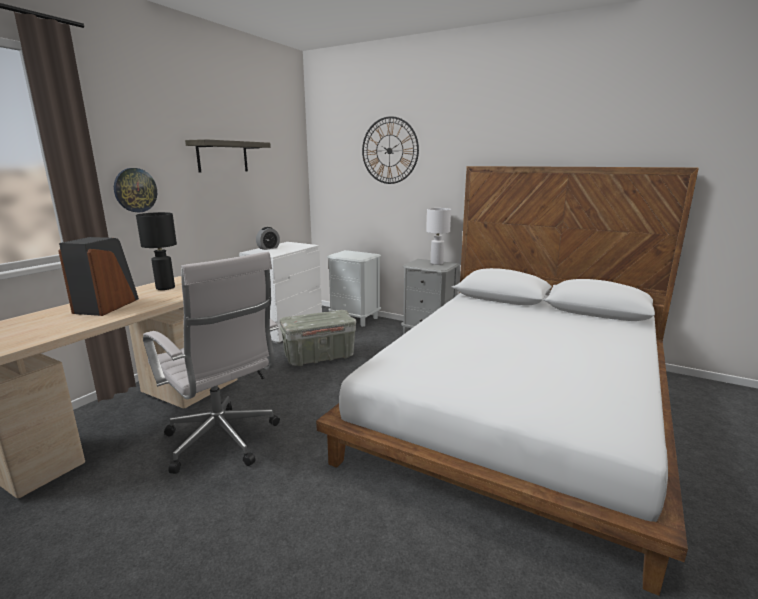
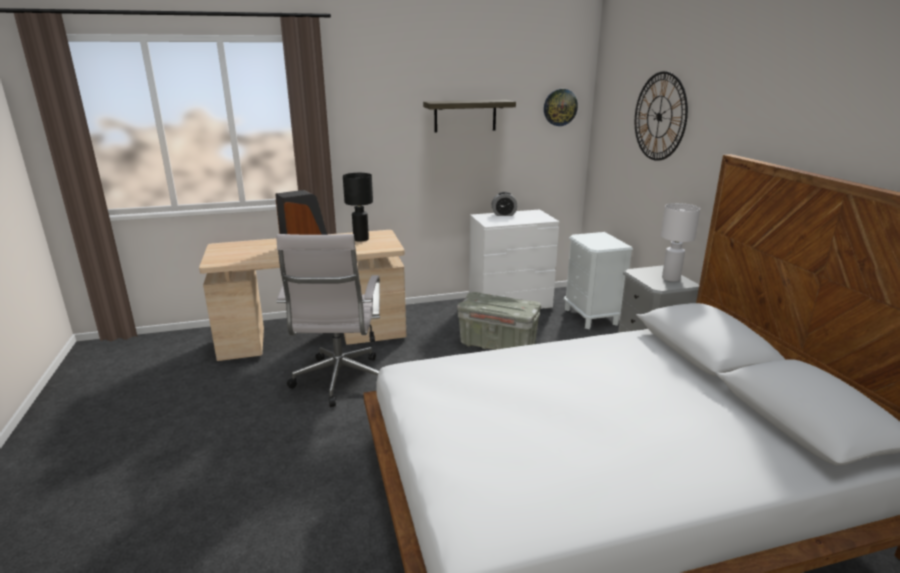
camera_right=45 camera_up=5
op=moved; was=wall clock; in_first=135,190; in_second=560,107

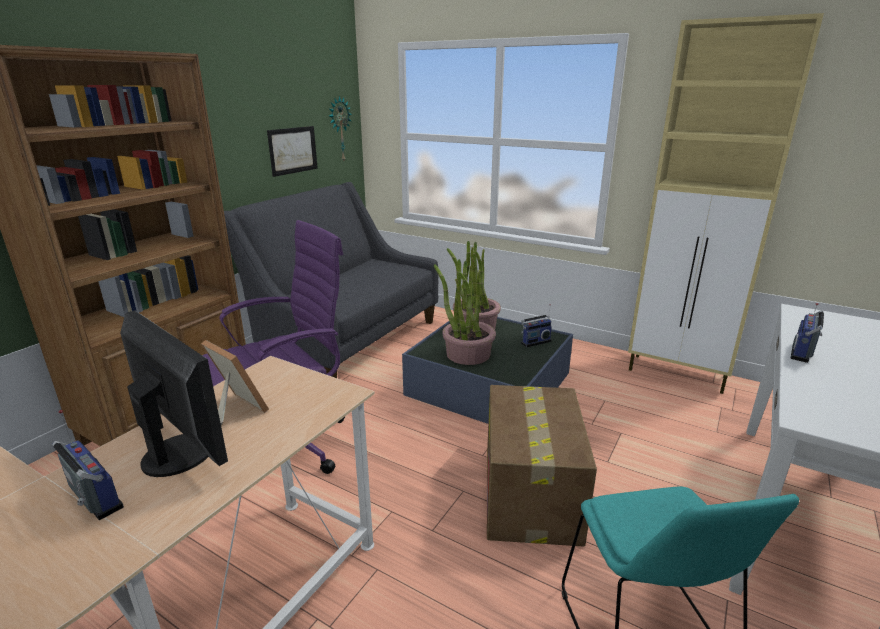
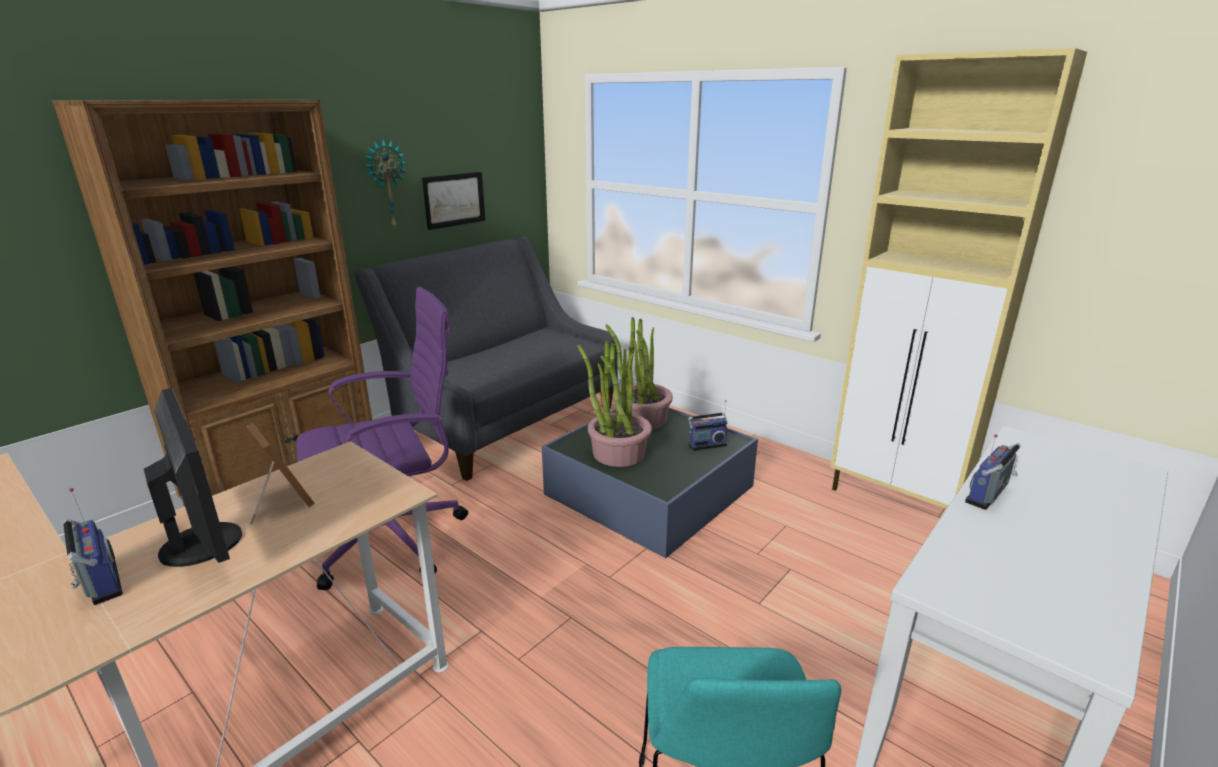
camera_right=10 camera_up=0
op=removed; was=cardboard box; in_first=531,495
op=moved; was=wall clock; in_first=339,129; in_second=386,184

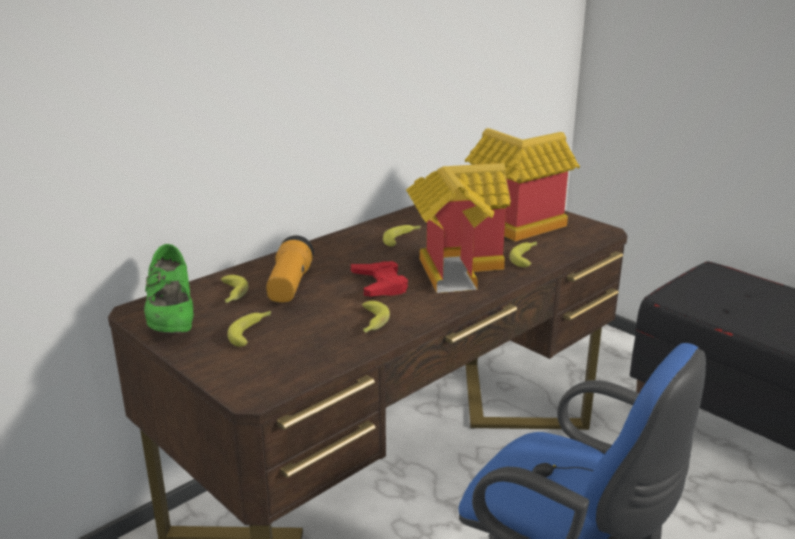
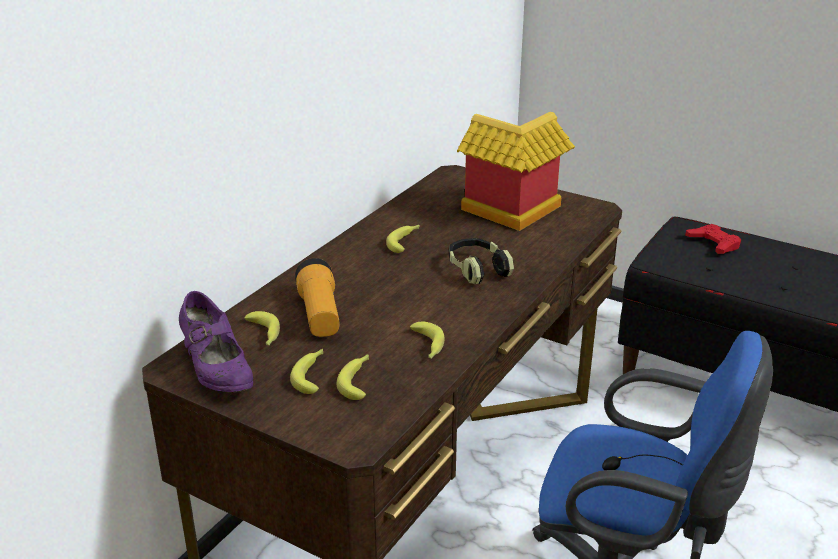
camera_right=-15 camera_up=5
op=moved; was=red game controller; in_first=380,285; in_second=713,243
op=moved; was=banana; in_first=526,257; in_second=358,380
op=replaced; was=toy house; now=headphones; in_first=456,268; in_second=477,270
op=recoloured; was=green shoe; now=purple shoe; in_first=172,319; in_second=217,372

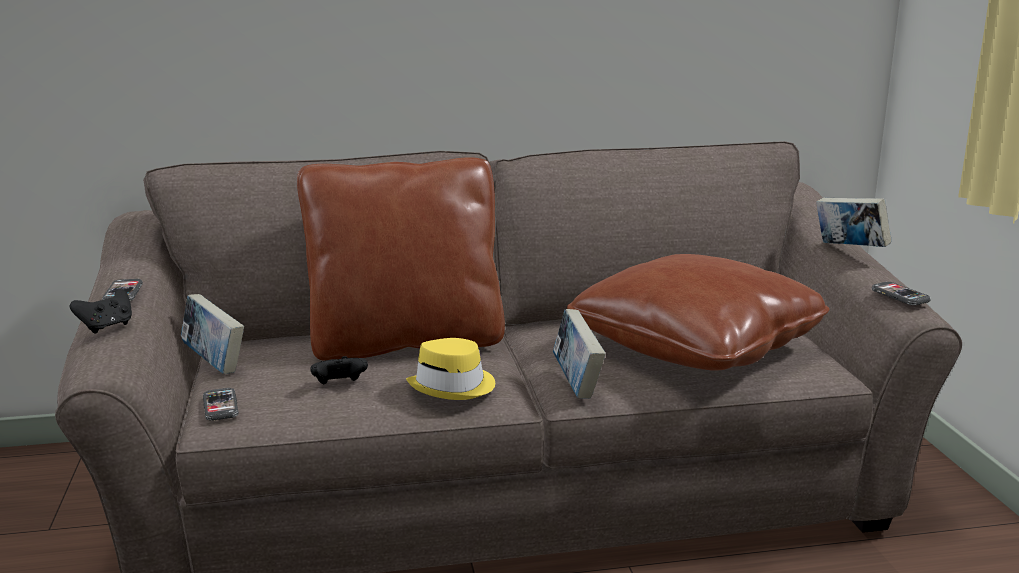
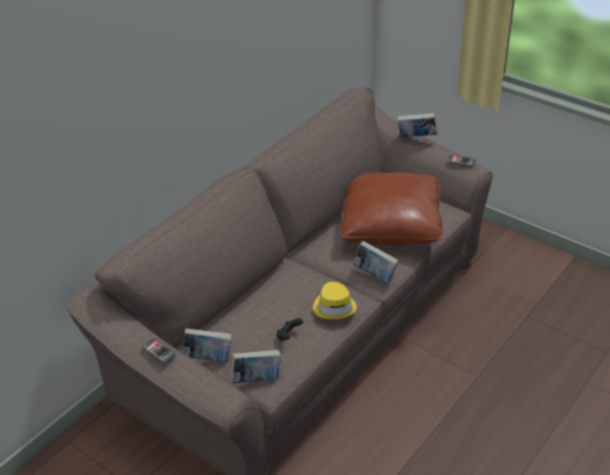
camera_right=-40 camera_up=20
op=removed; was=black game controller; in_first=107,327
op=removed; was=brown pillow; in_first=406,342
op=replaced; was=phone; now=book; in_first=220,406; in_second=257,379

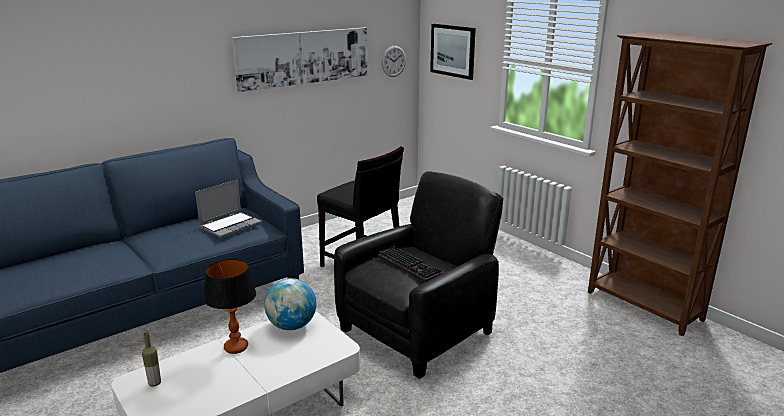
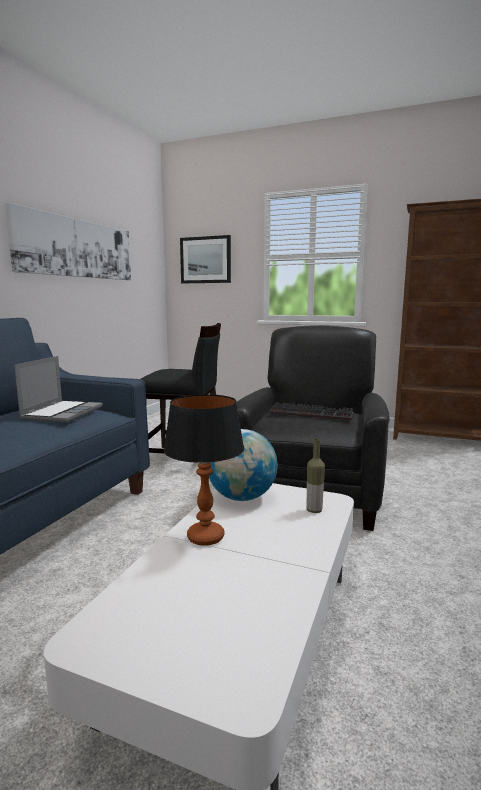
camera_right=-30 camera_up=-10
op=removed; was=wall clock; in_first=393,61
op=moved; was=bottle; in_first=154,383; in_second=314,510

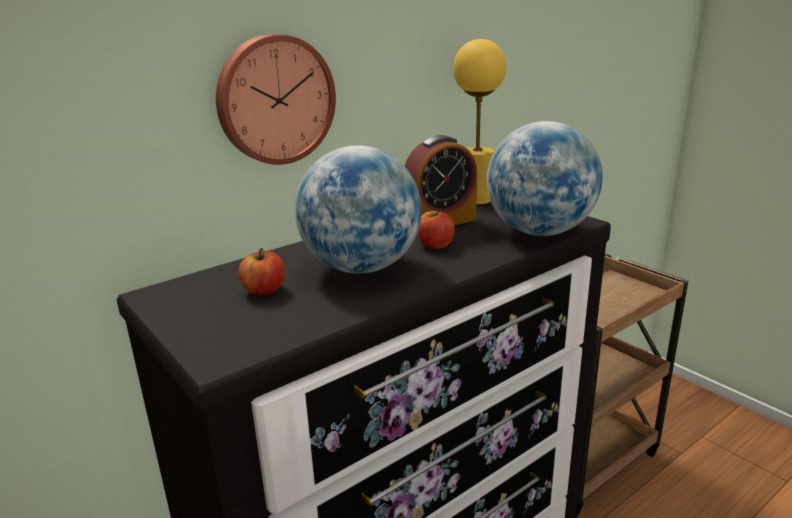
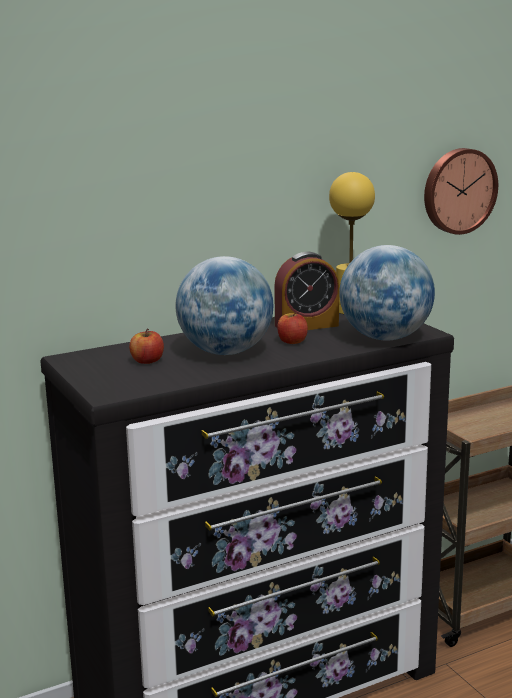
camera_right=10 camera_up=-5
op=moved; was=wall clock; in_first=274,99; in_second=458,190

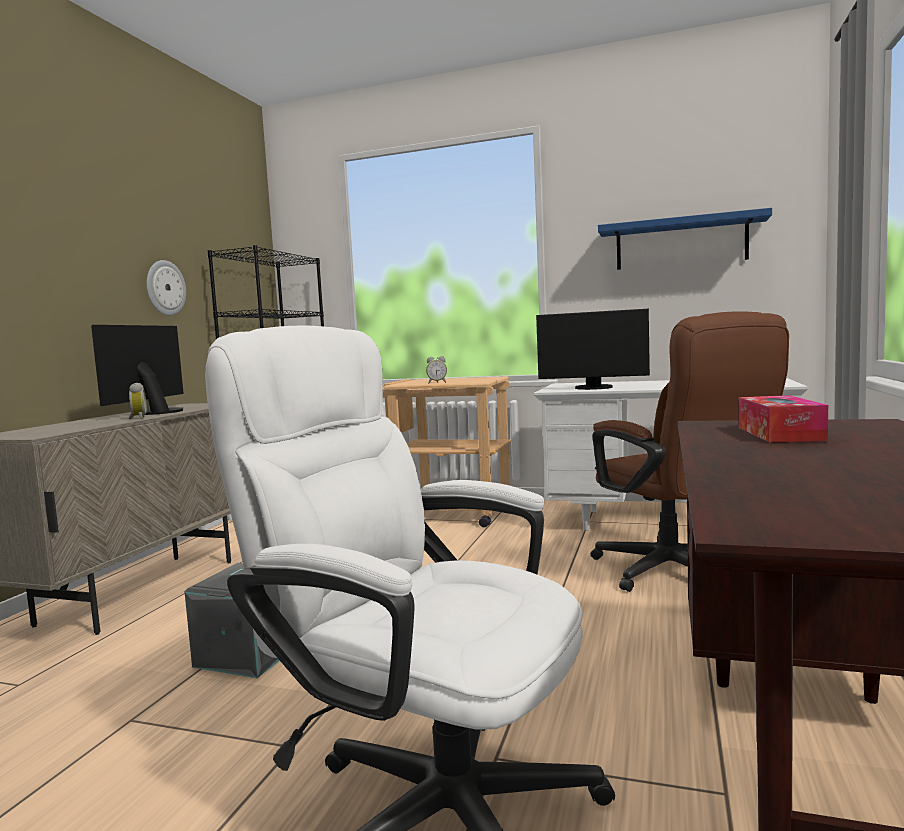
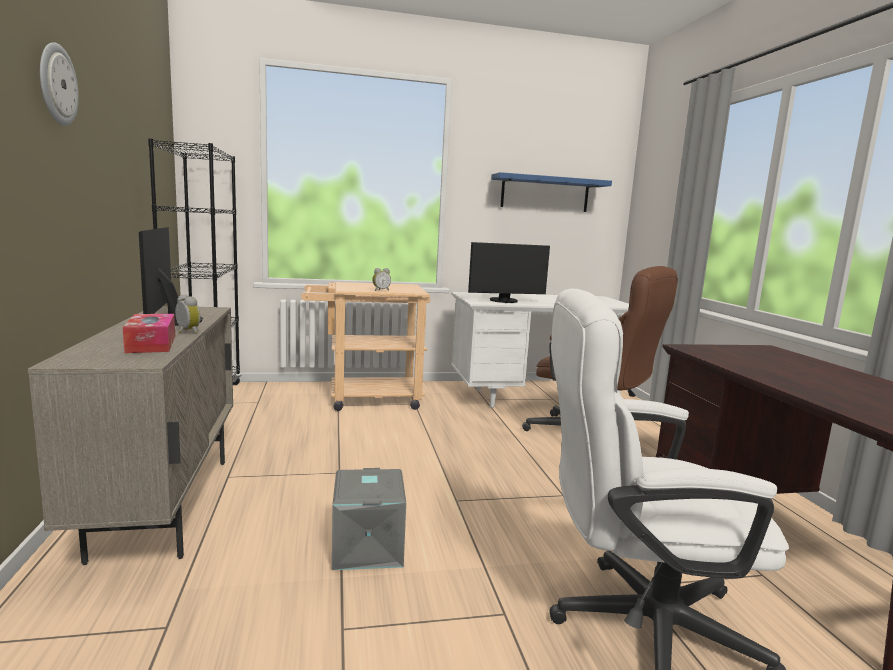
camera_right=-30 camera_up=5
op=moved; was=wall clock; in_first=165,288; in_second=56,84
op=moved; was=tissue box; in_first=779,433; in_second=151,344

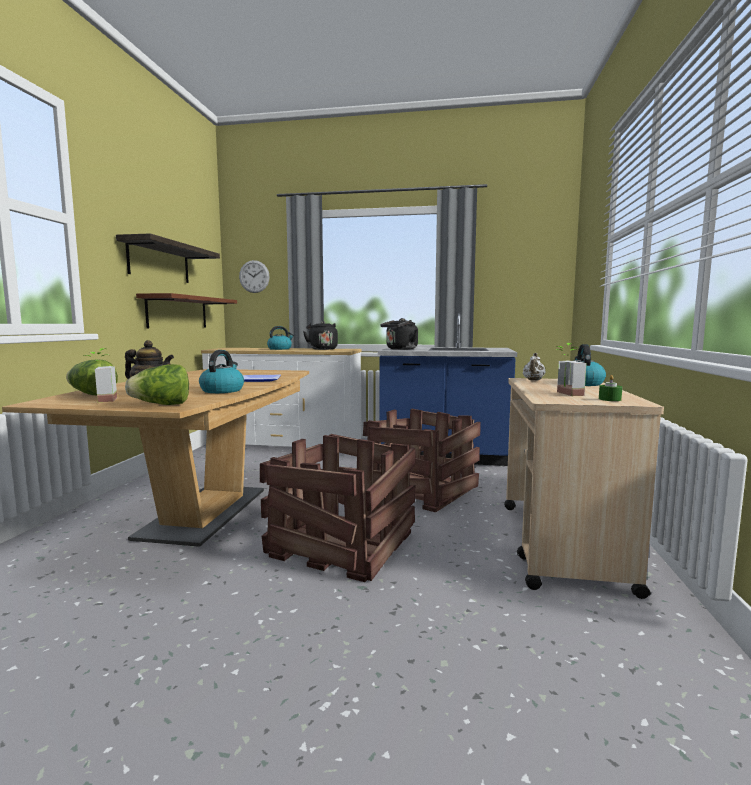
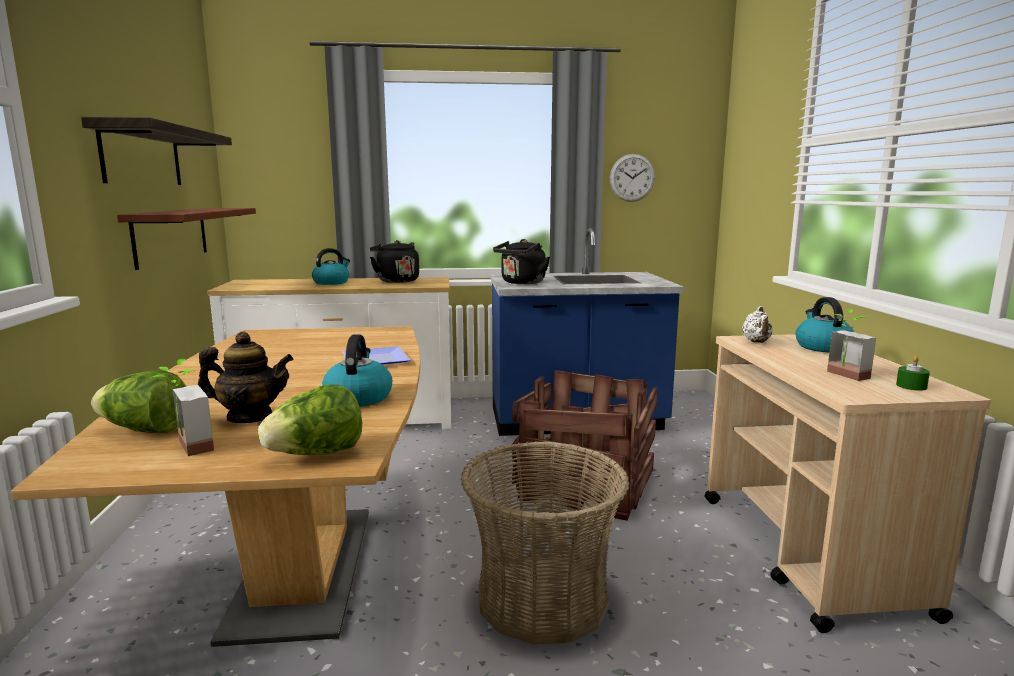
camera_right=-15 camera_up=5
op=moved; was=wall clock; in_first=254,276; in_second=632,178
op=replaced; was=crate; now=basket; in_first=340,545; in_second=542,599

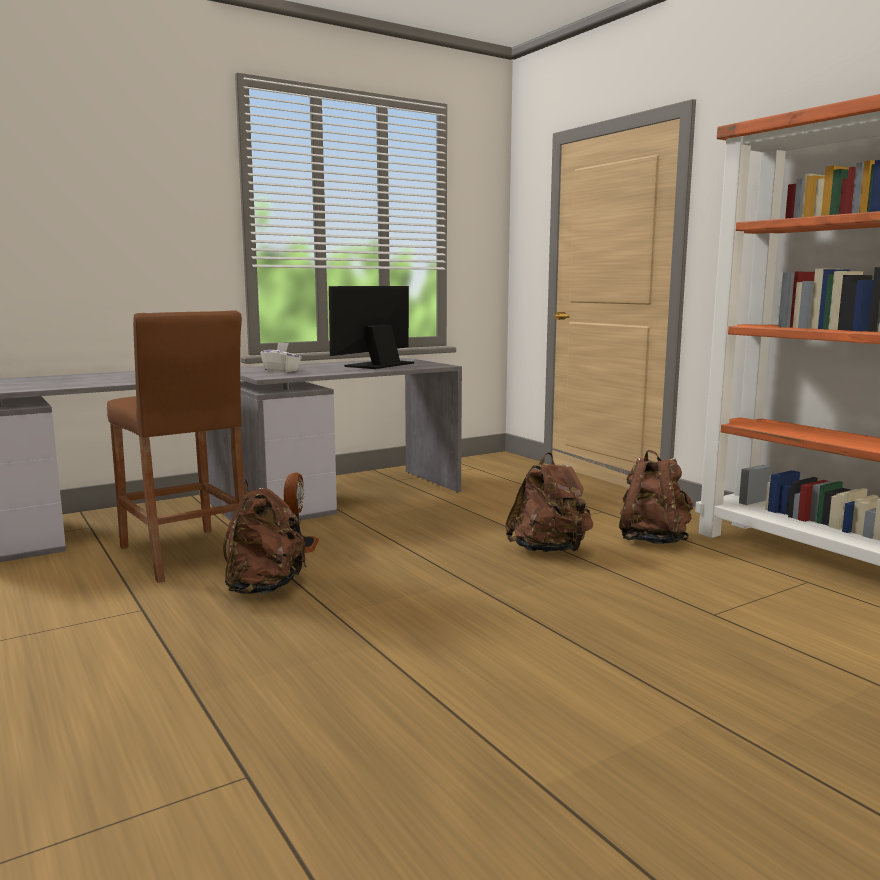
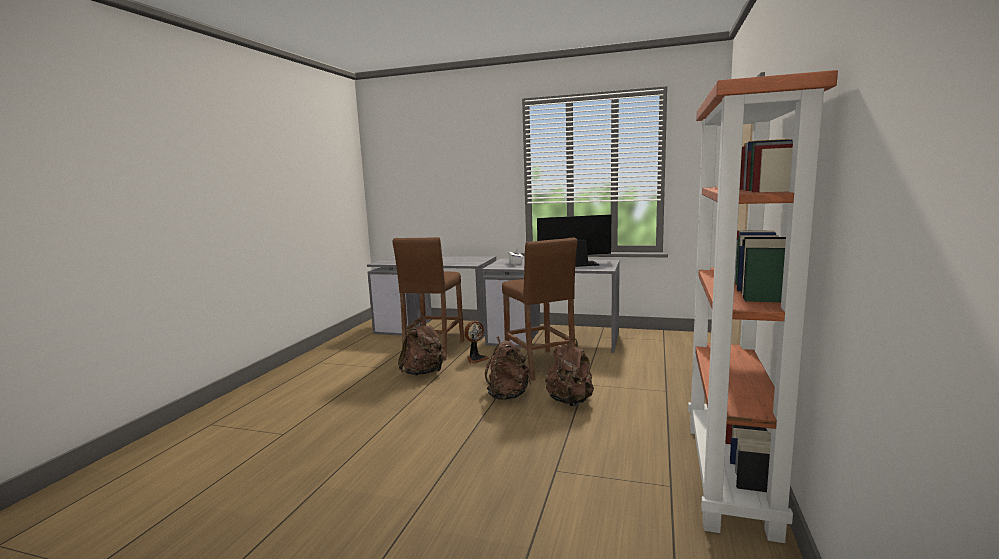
camera_right=50 camera_up=0
op=added; now=brown stool; in_second=540,365
op=moved; was=brown backpack; in_first=652,540; in_second=508,395

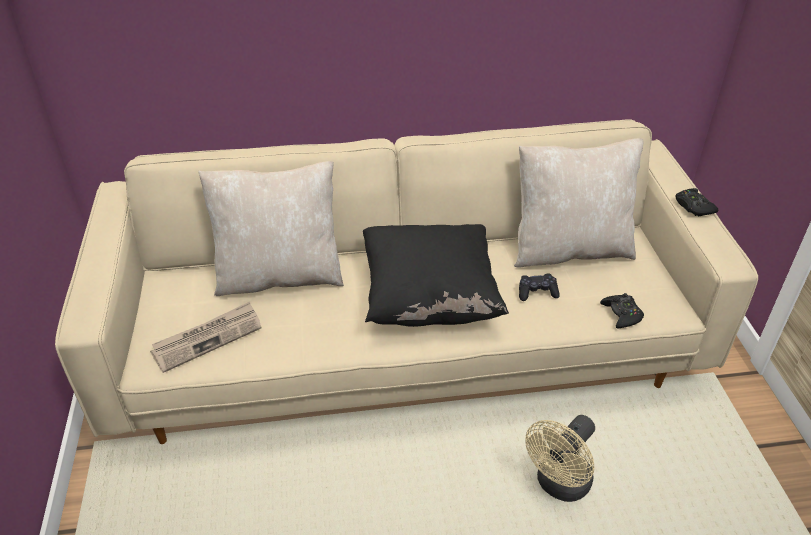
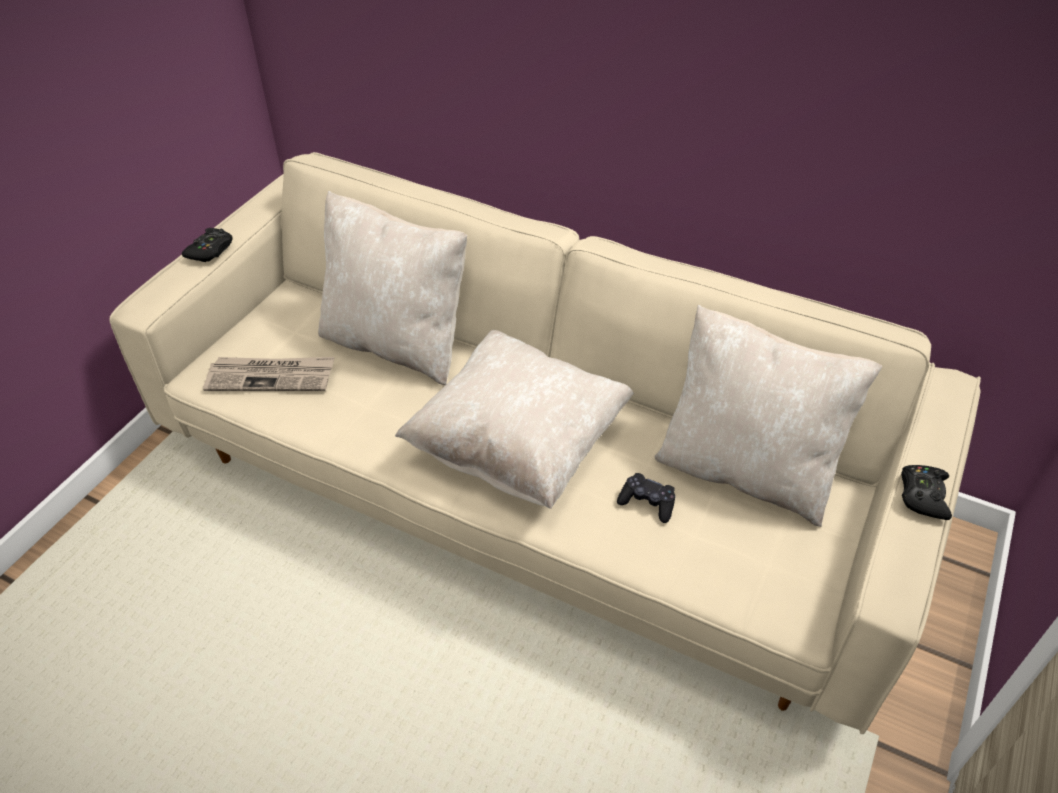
camera_right=35 camera_up=5
op=removed; was=beige fan; in_first=559,485
op=moved; was=black game controller; in_first=621,314; in_second=210,250
op=recoloured; was=black pillow; now=beige pillow; in_first=429,299; in_second=518,446

